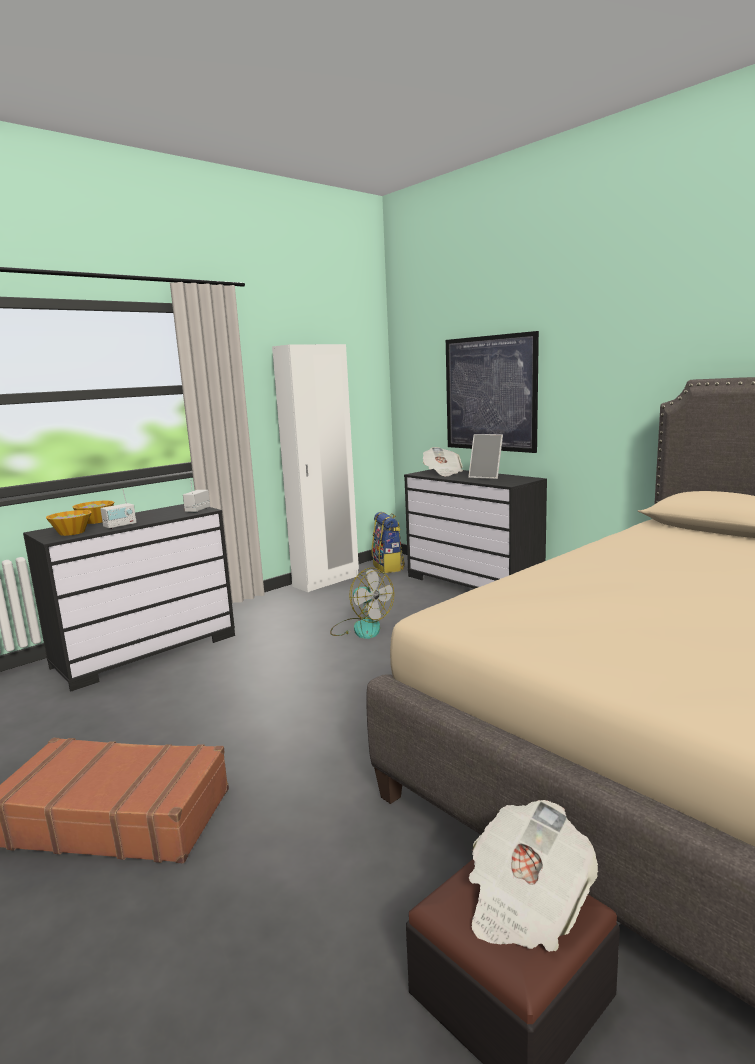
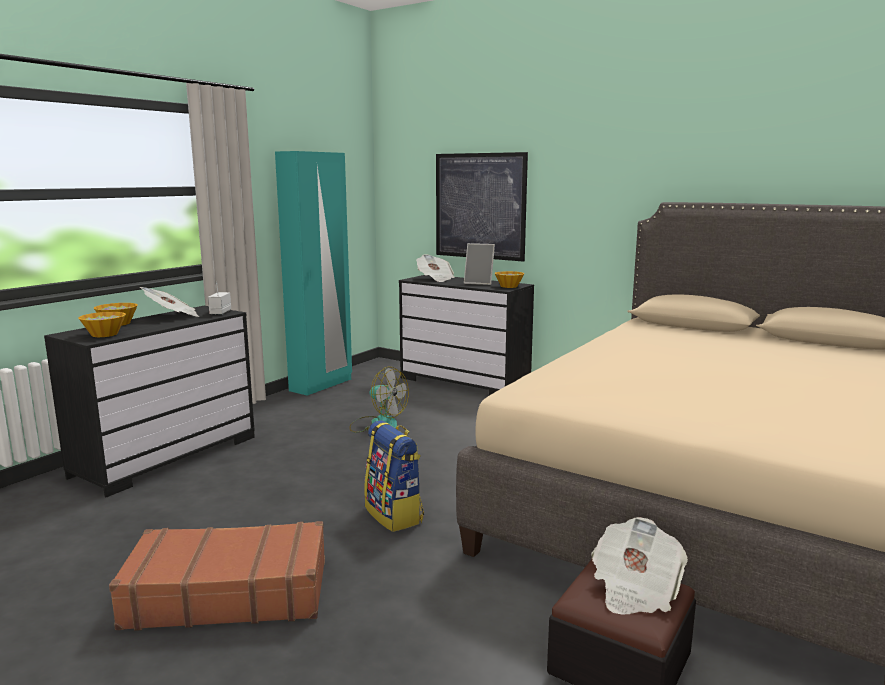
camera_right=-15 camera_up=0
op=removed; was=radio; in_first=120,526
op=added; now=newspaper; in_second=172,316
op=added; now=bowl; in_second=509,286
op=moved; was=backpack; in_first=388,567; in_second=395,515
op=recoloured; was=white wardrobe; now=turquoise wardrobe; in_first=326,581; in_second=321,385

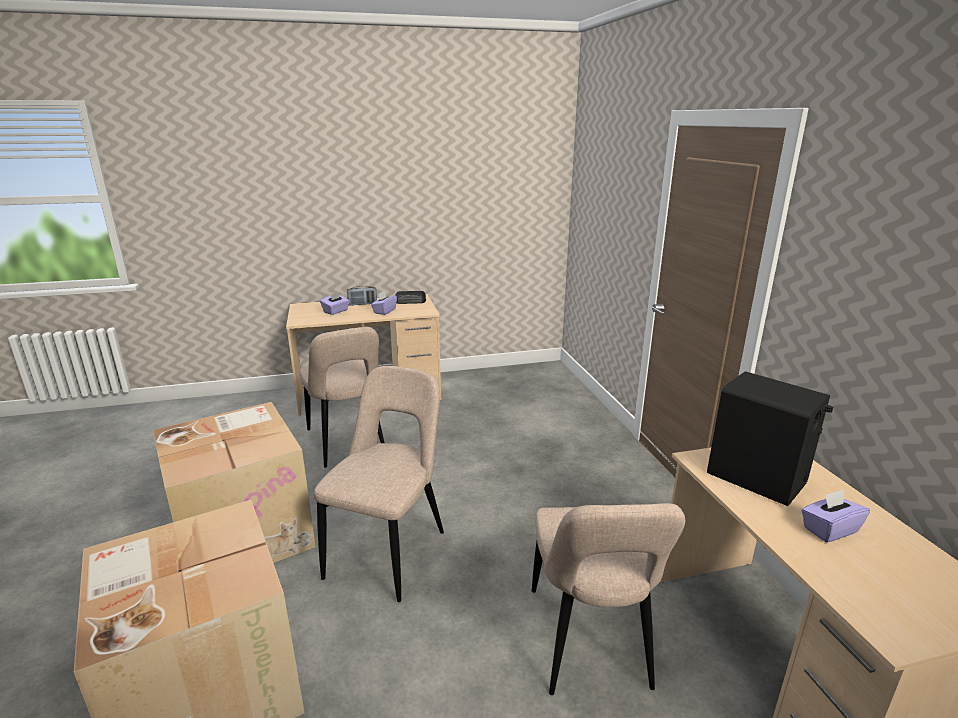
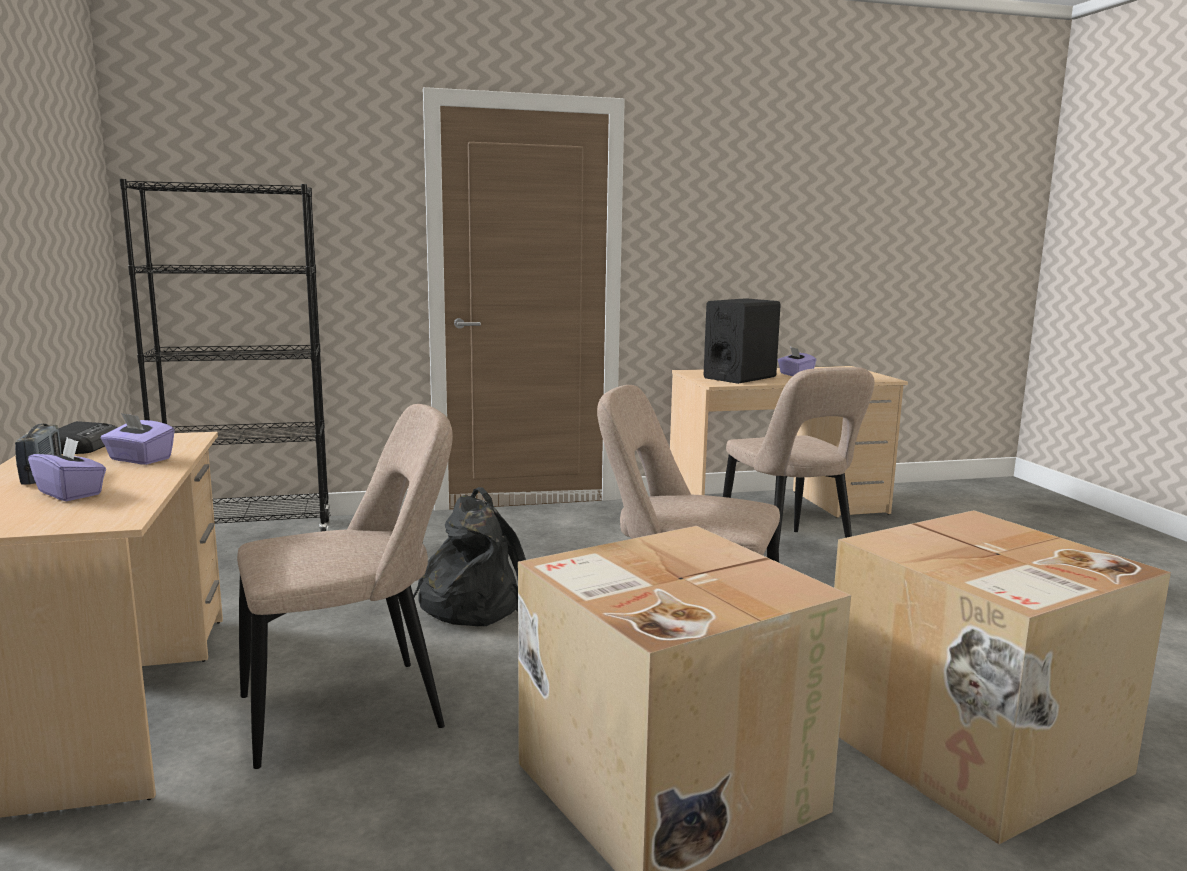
camera_right=-90 camera_up=-10
op=added; now=black bookcase; in_second=248,535
op=added; now=black backpack; in_second=473,604
op=turned; was=beige chair; in_first=589,643; in_second=788,557; clockwise=75

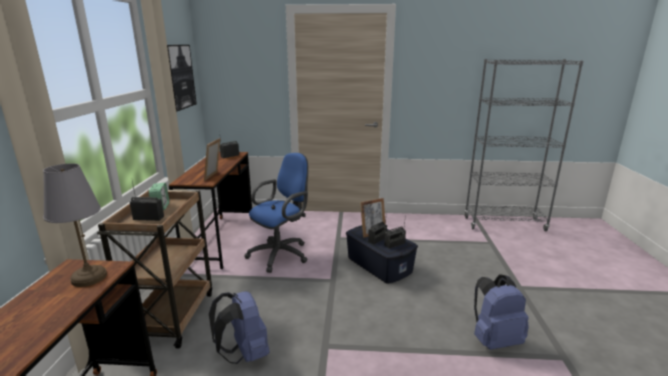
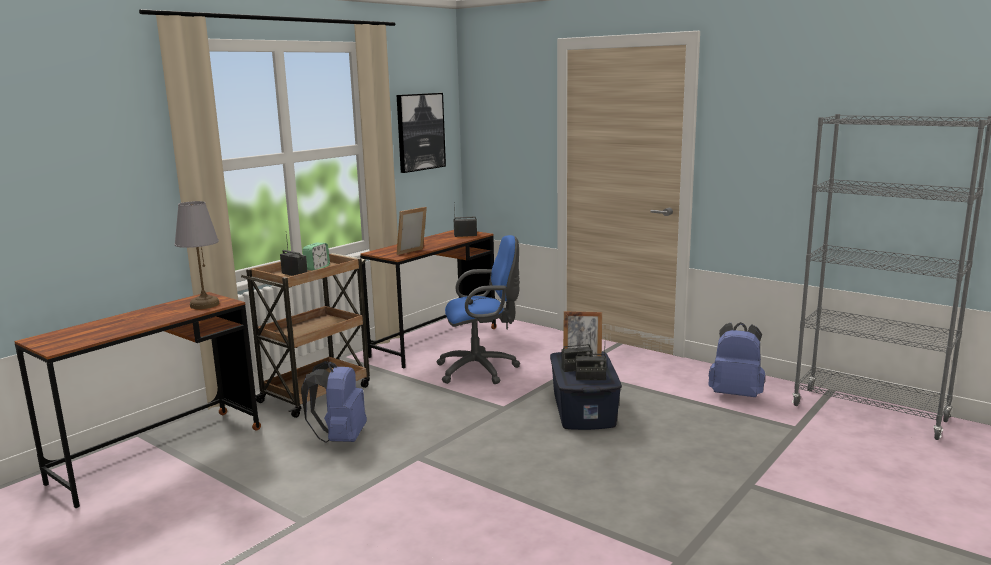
camera_right=35 camera_up=-5
op=moved; was=blue backpack; in_first=494,339; in_second=736,394

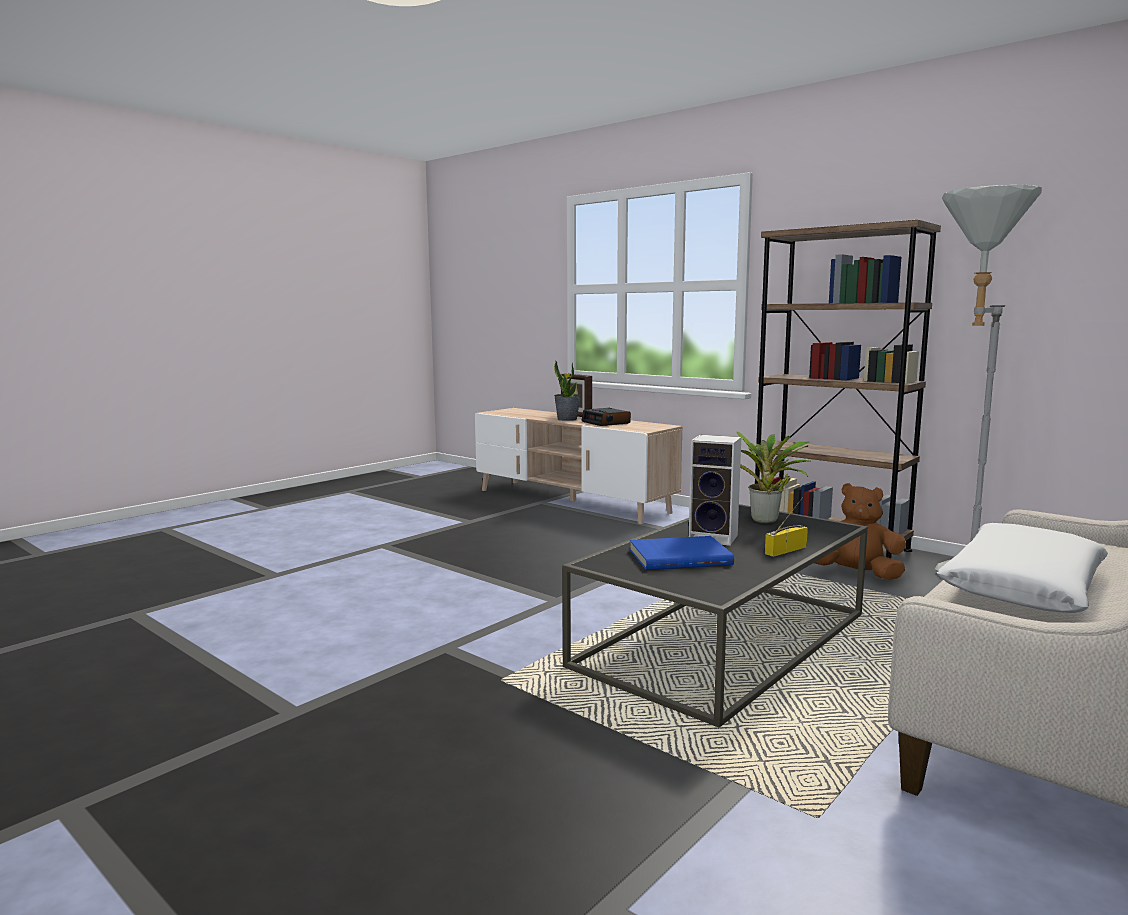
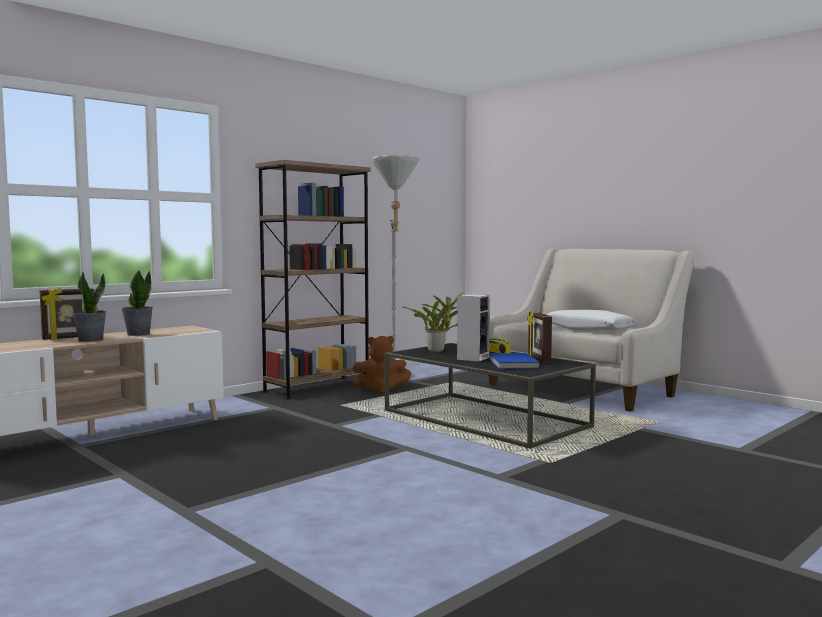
camera_right=-85 camera_up=-5
op=added; now=picture frame; in_second=538,359
op=replaced; was=alarm clock; now=potted plant; in_first=606,422; in_second=138,334
op=turned; was=brown plush toy; in_first=856,574; in_second=381,389; clockwise=-120

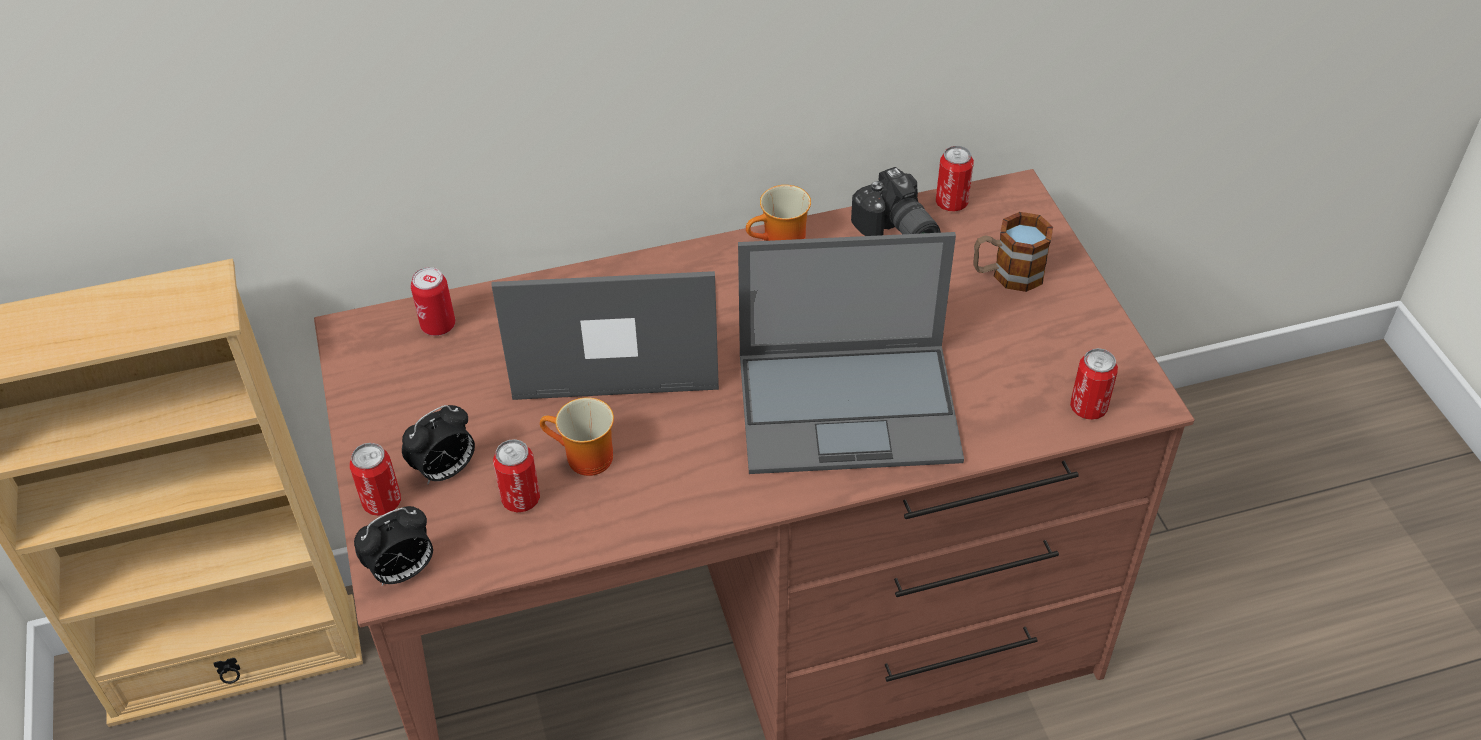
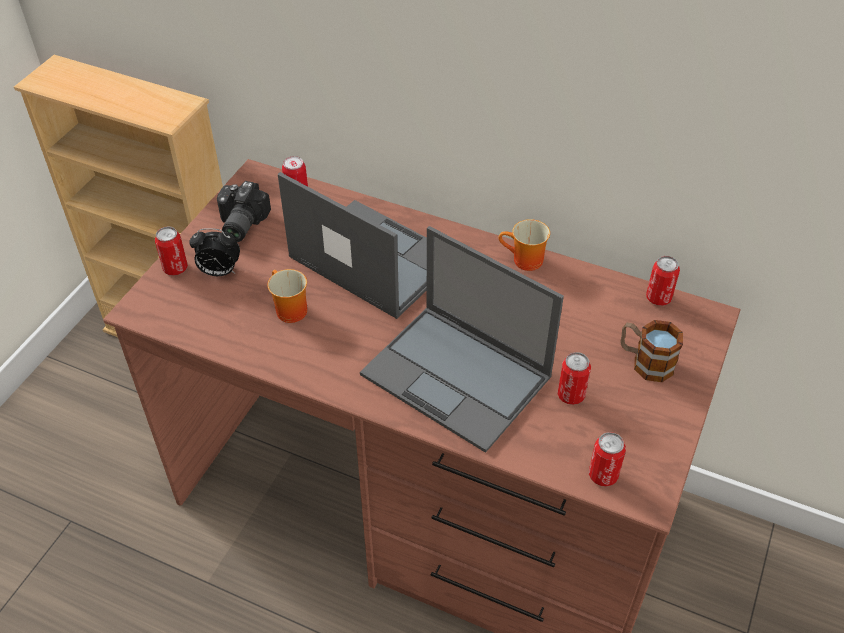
camera_right=40 camera_up=0
op=removed; was=alarm clock; in_first=402,572
op=moved; was=can; in_first=521,499; in_second=571,395
op=moved; was=photo camera; in_first=896,231; in_second=239,224

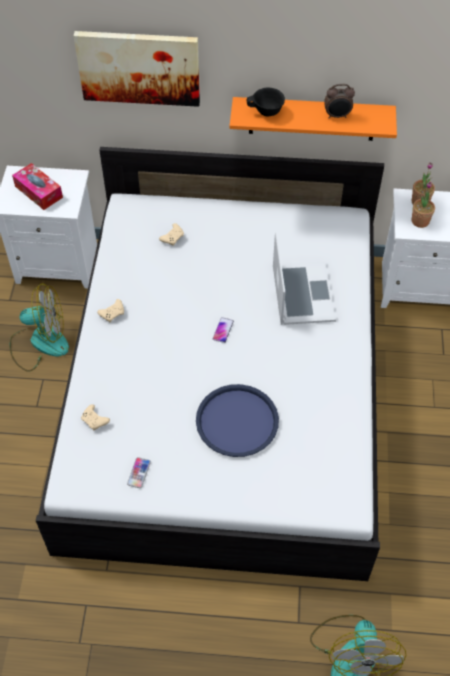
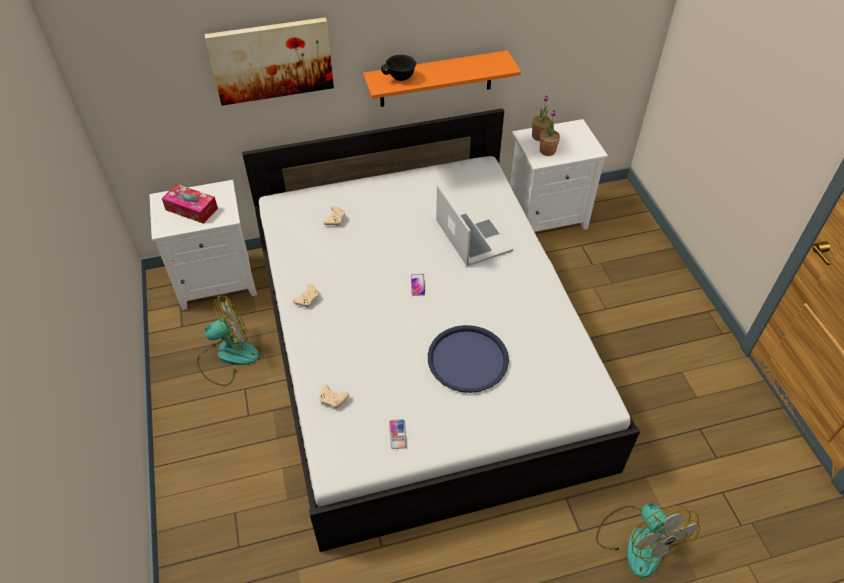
camera_right=-20 camera_up=-5
op=removed; was=alarm clock; in_first=337,116

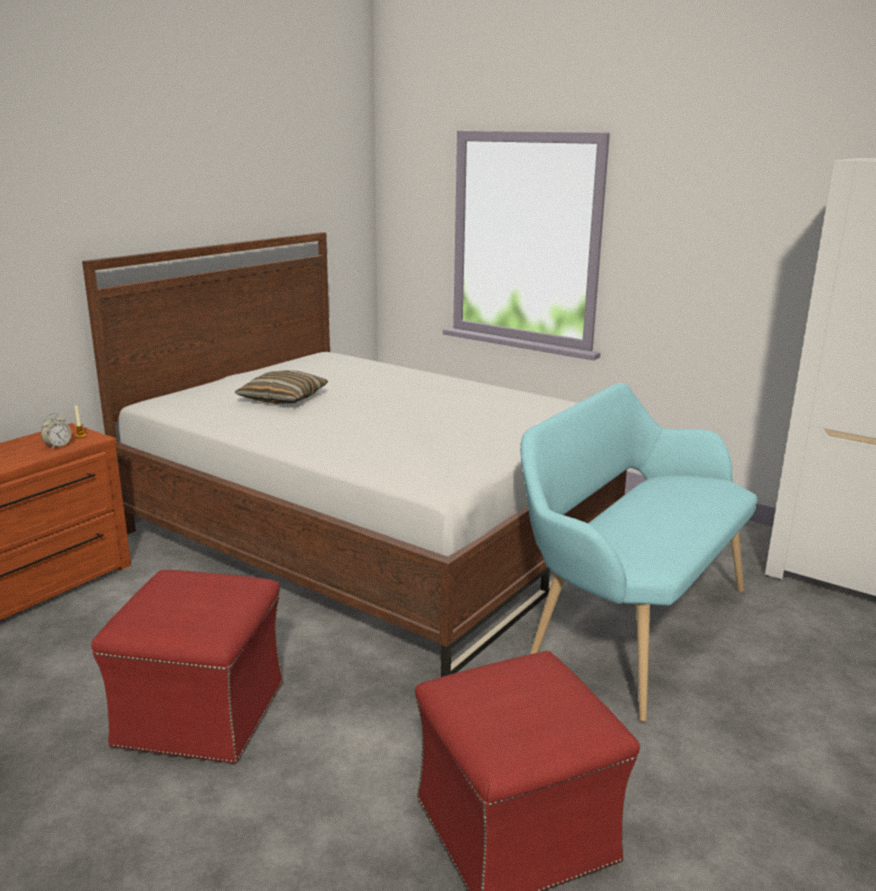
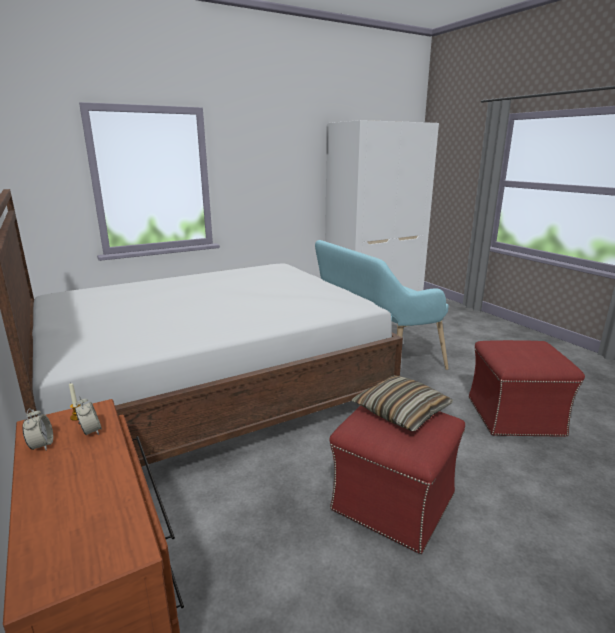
camera_right=-65 camera_up=0
op=added; now=alarm clock; in_second=41,445
op=moved; was=pillow; in_first=283,398; in_second=401,411

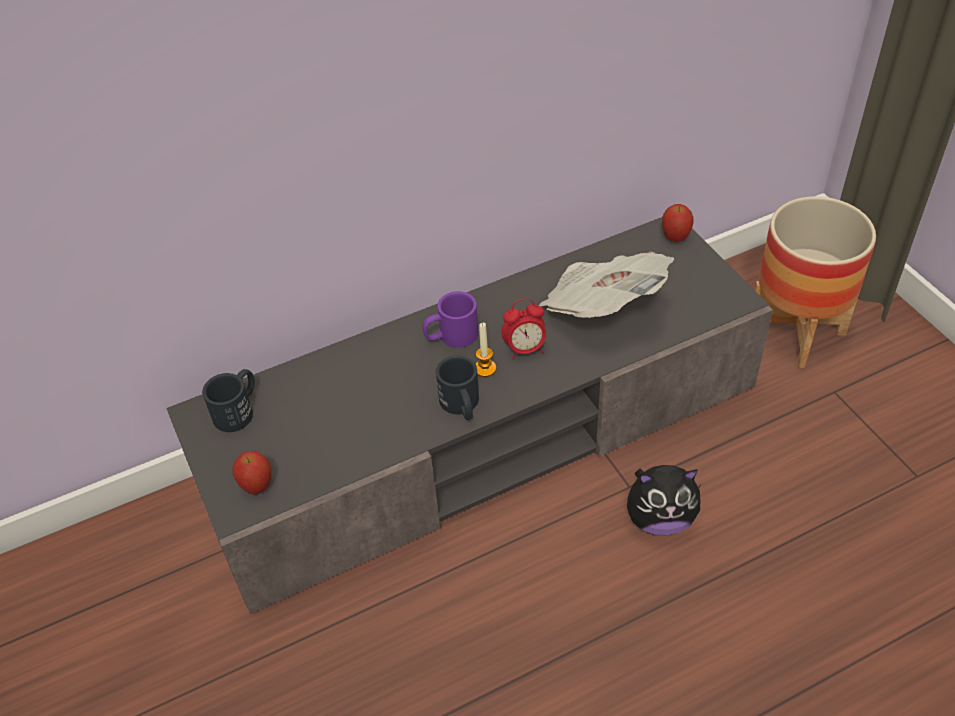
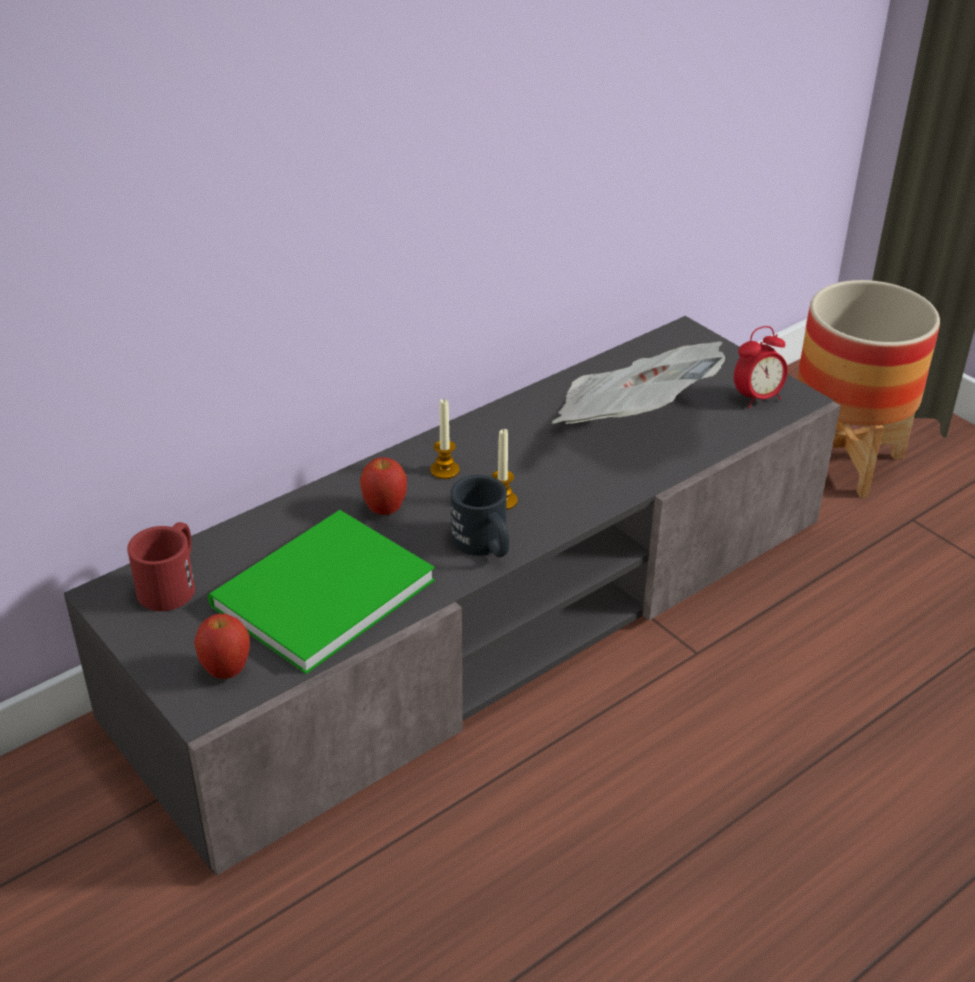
camera_right=-15 camera_up=-10
op=removed; was=plush toy; in_first=659,519
op=added; now=green book; in_second=315,594
op=moved; was=alarm clock; in_first=525,349; in_second=757,398
op=moved; was=apple; in_first=675,238; in_second=385,510
op=replaced; was=purple mug; now=candle; in_first=451,336; in_second=444,470
op=recoloured; was=black mug; now=red mug; in_first=238,410; in_second=172,583

